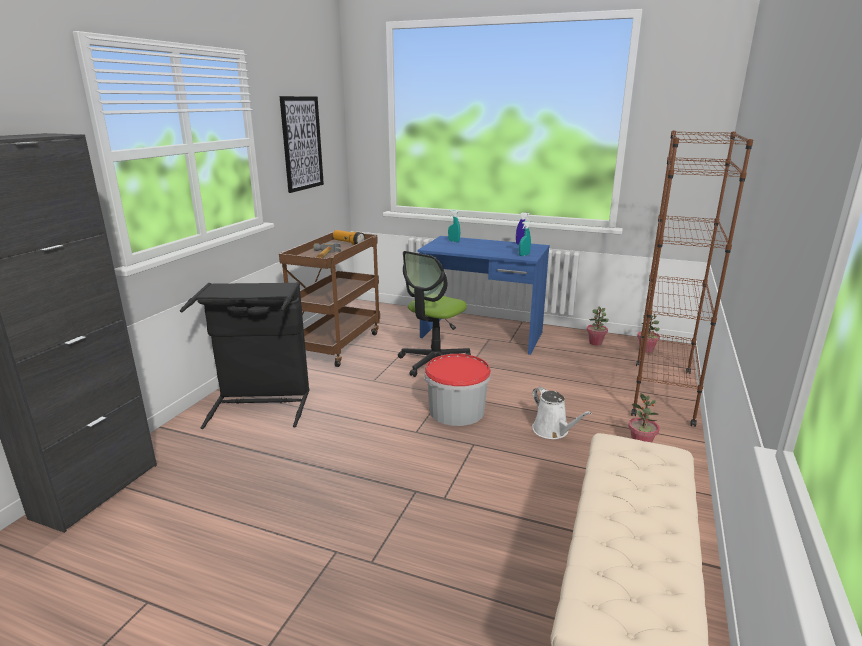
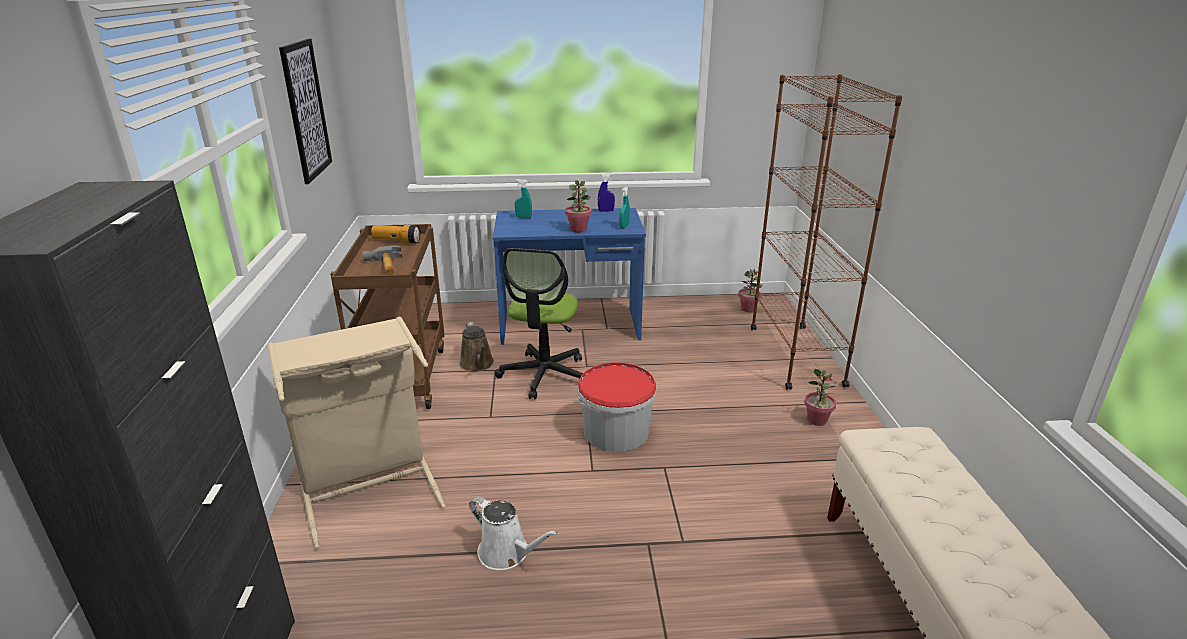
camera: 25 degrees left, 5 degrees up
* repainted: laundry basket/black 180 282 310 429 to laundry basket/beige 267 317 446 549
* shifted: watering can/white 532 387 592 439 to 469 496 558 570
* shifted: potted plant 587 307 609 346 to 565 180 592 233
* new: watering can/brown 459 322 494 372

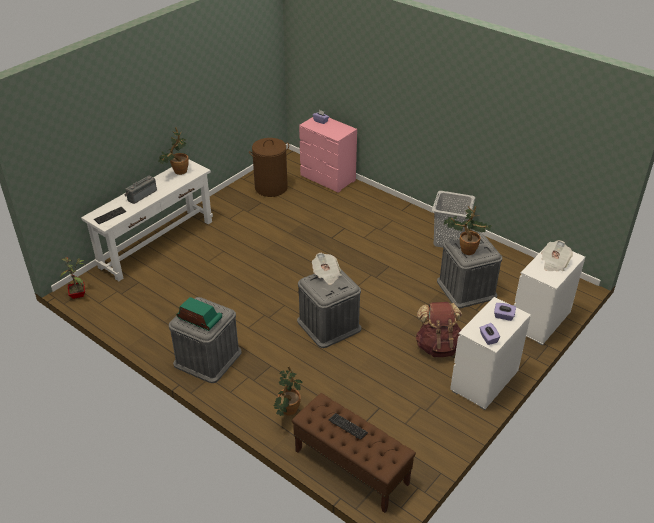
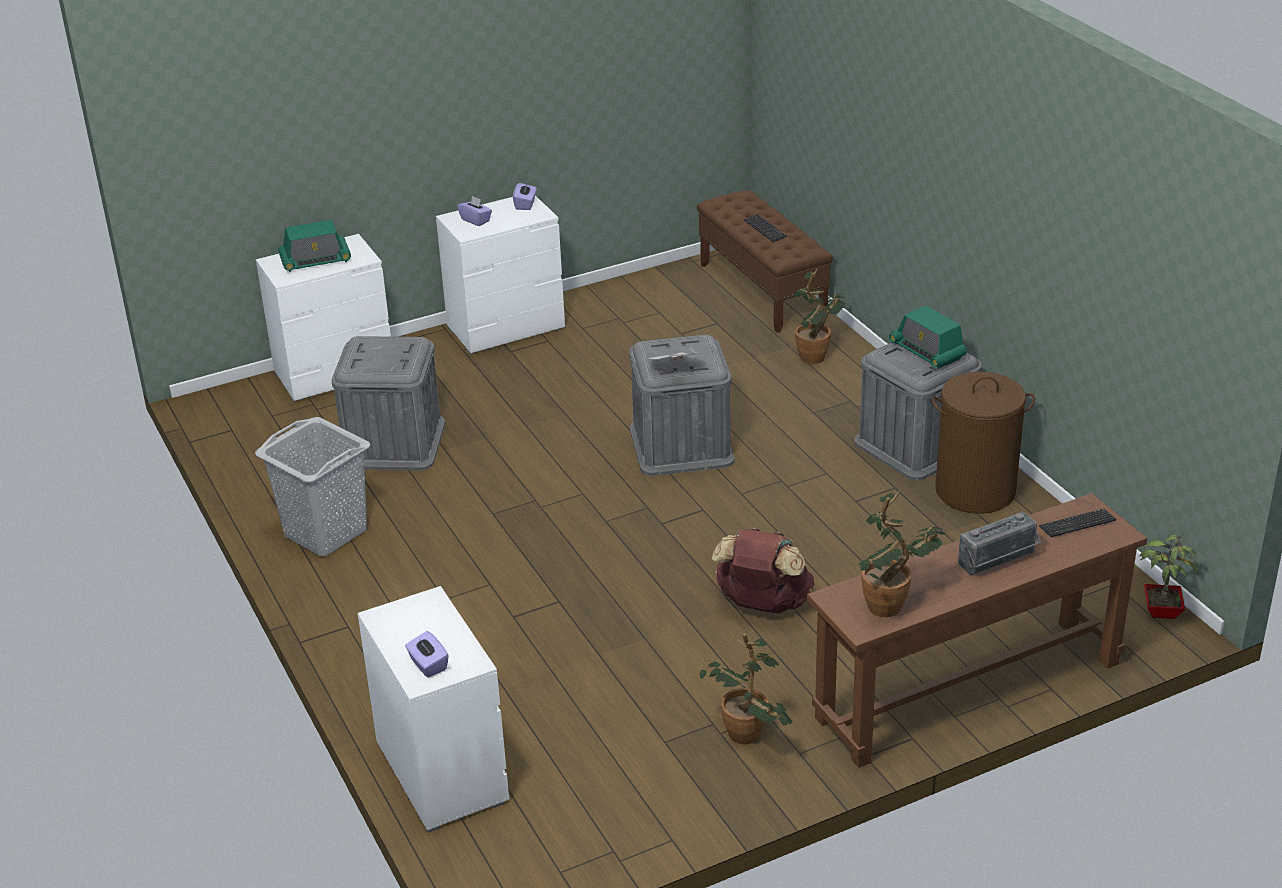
camera: 155 degrees left, 5 degrees down
* repainted: console table/white 81 160 213 281 to console table/brown 807 493 1148 768
* shifted: laundry basket/brown 249 138 289 197 to 932 371 1035 514
* repainted: dresser/pink 299 117 357 193 to dresser/white 358 586 509 833
* shifted: backpack/brown 415 302 462 357 to 712 528 814 613
* shifted: potted plant 443 206 492 255 to 700 633 793 744
* swapped: newspaper 541 240 573 271 to radio 278 220 351 272

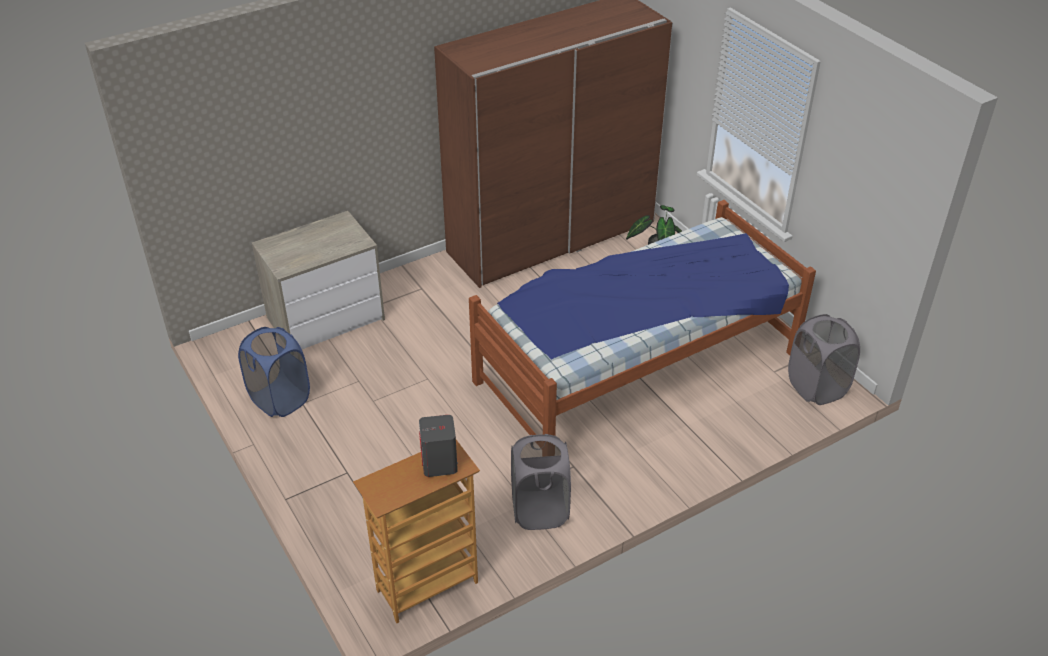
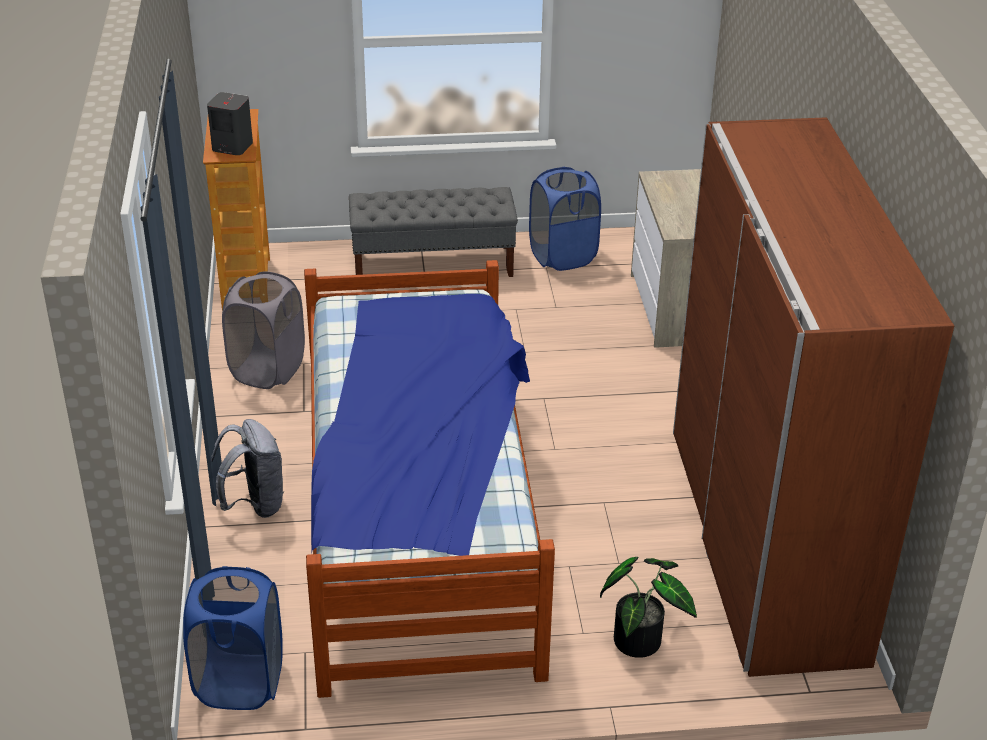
camera: 115 degrees right, 5 degrees down
* repainted: laundry basket/grey 788 314 860 405 to laundry basket/blue 183 566 282 710
* new: backpack/grey 211 419 285 518
* new: bench/grey 349 187 518 277

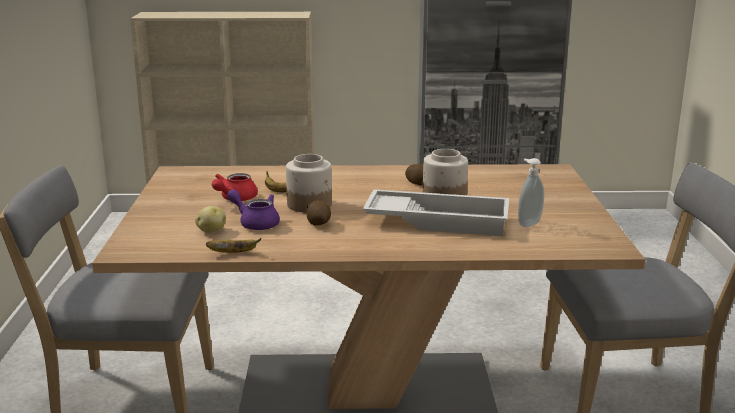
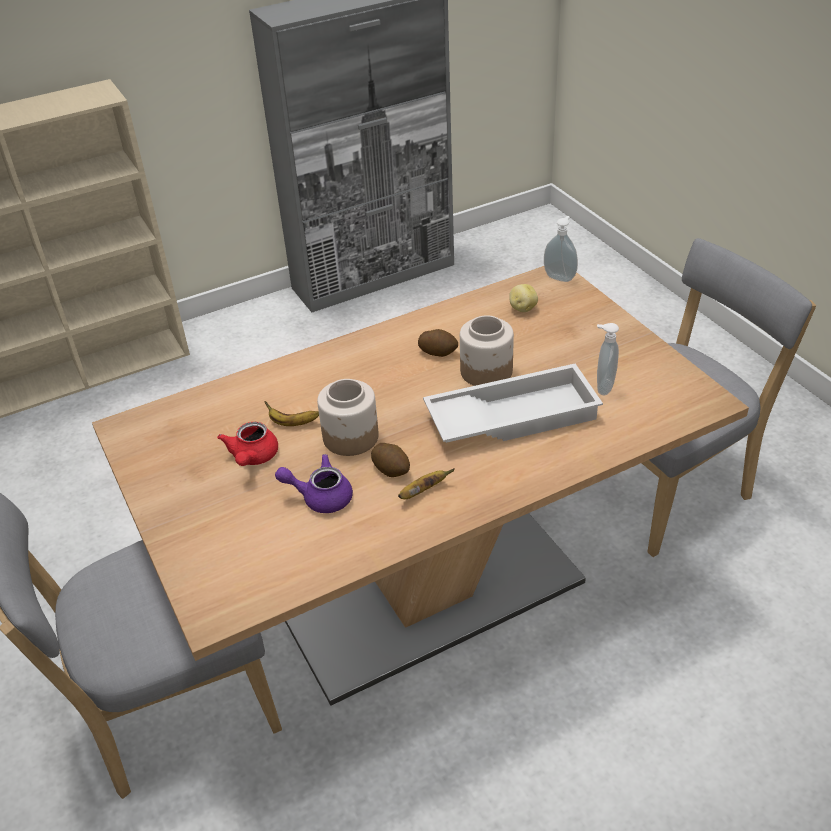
camera: 25 degrees left, 20 degrees up
* shifted: potato 195 206 226 233 to 509 284 538 312
* shifted: banana 206 238 261 253 to 398 468 455 499
* new: soap dispenser 544 216 578 282

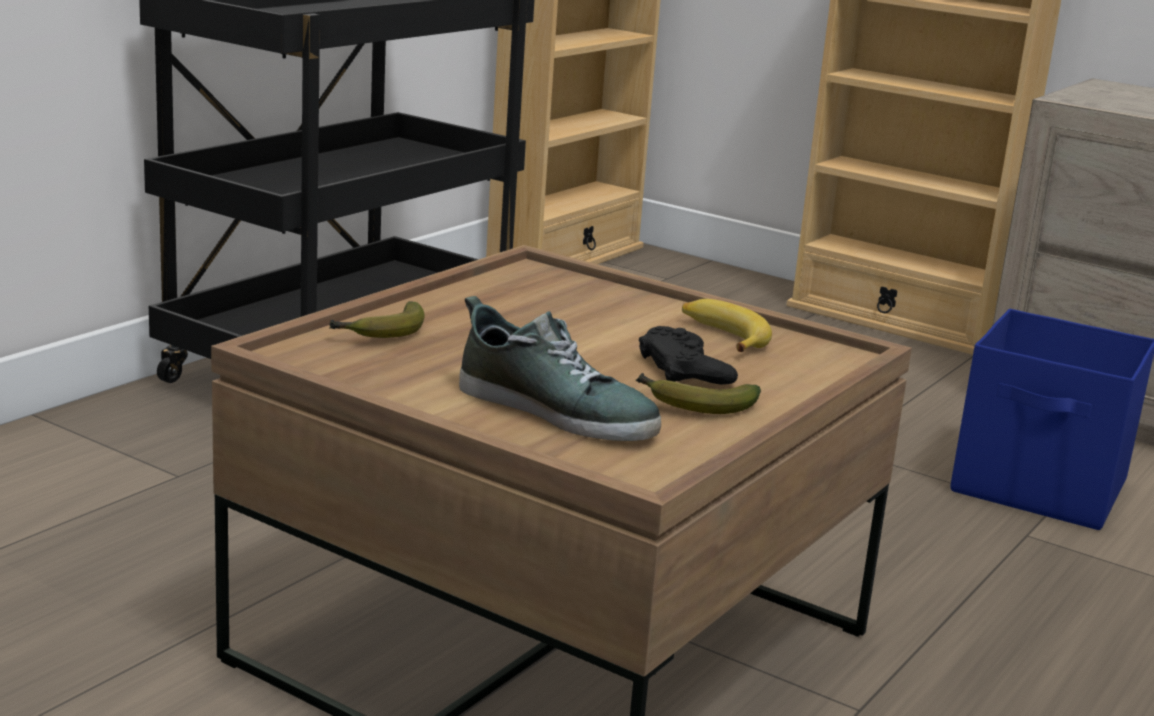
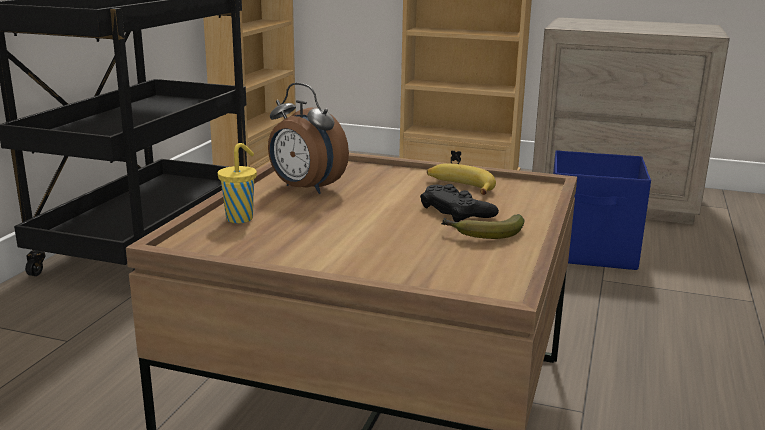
camera: 15 degrees left, 0 degrees up
* swapped: banana 329 301 425 338 to cup/yellow 218 143 257 223
* gone: shoe 459 296 661 441
* new: alarm clock 268 83 349 194

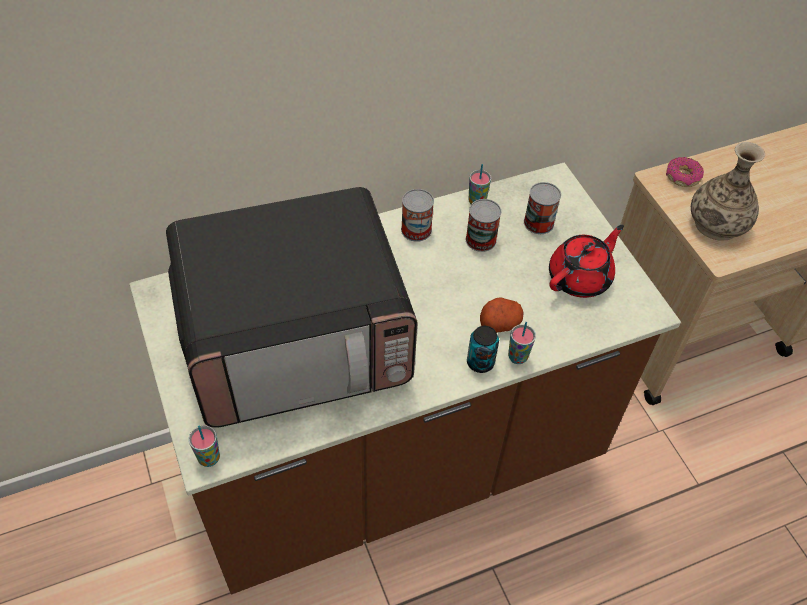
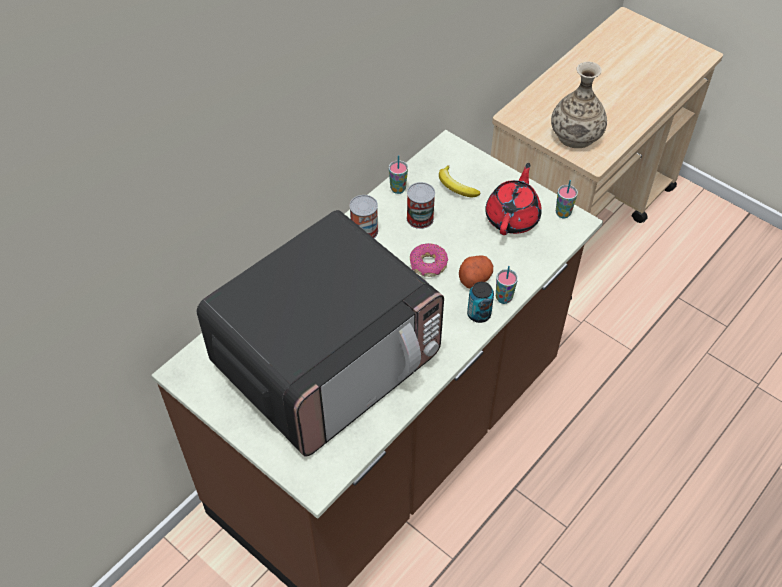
camera: 25 degrees left, 0 degrees up
* shifted: cup 188 426 220 467 to 556 180 578 218
* swapped: can 524 182 561 234 to banana 439 165 481 197
* shifted: donut 666 157 704 187 to 410 243 448 277

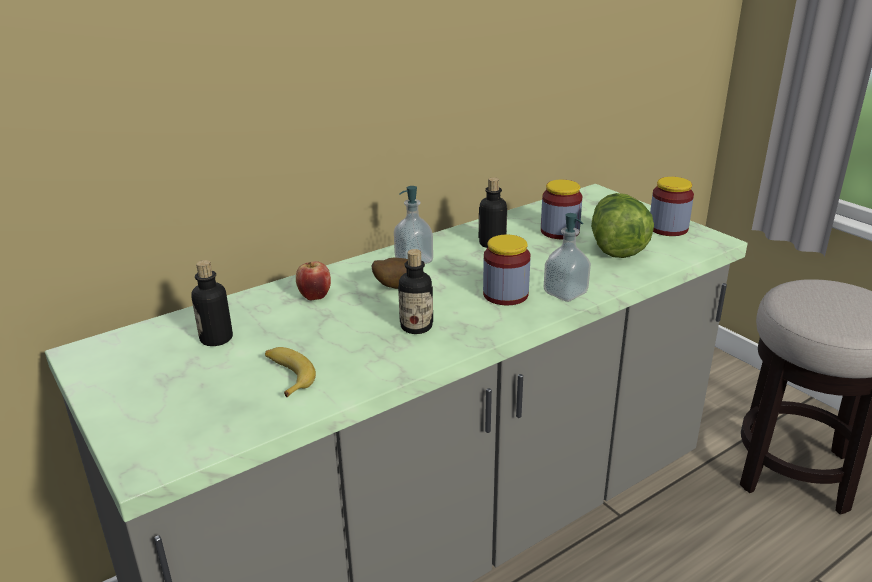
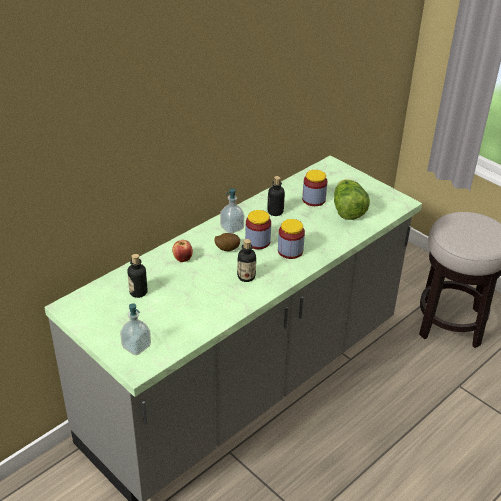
camera: 10 degrees left, 10 degrees up
* gone: banana 265 347 316 398
* shifted: soap dispenser 544 213 591 302 to 120 303 151 355
* shifted: jar 650 177 694 236 to 245 210 271 249

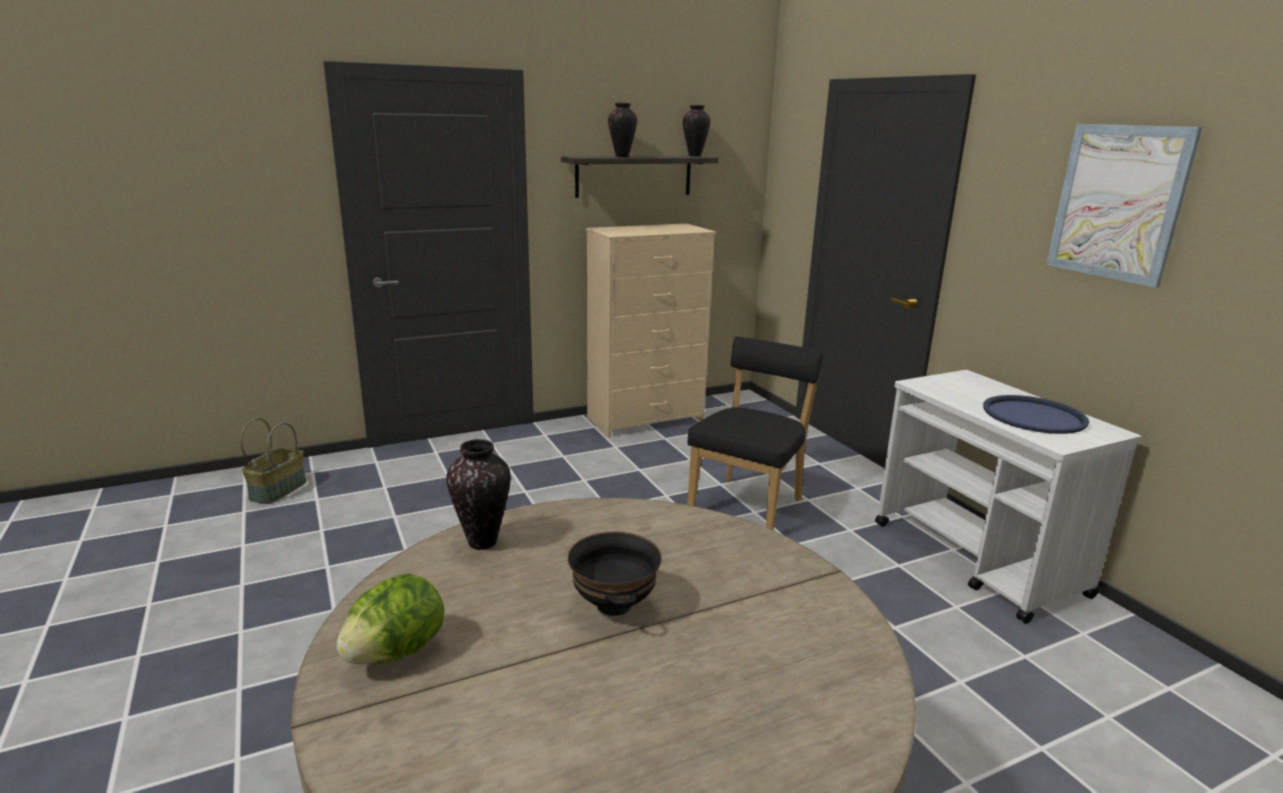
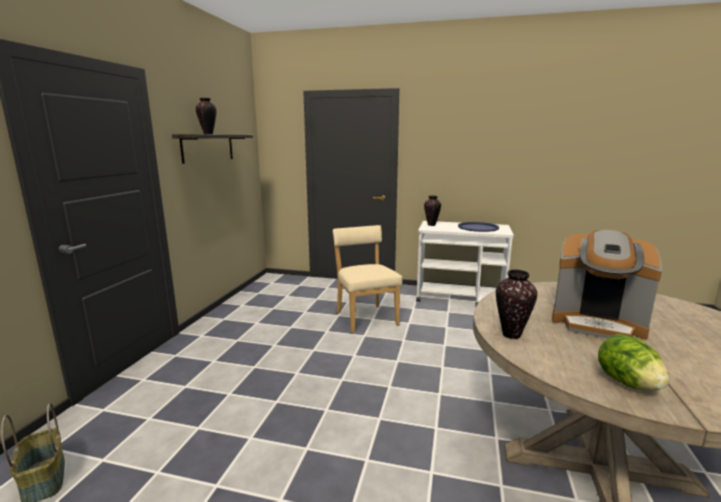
camera: 50 degrees left, 5 degrees down
* swapped: bowl/black 568 532 662 616 to coffee machine 552 230 662 340
* gone: dresser/beige 586 223 716 438
* shifted: vase 683 105 710 157 to 424 196 441 226
* repainted: chair/black 687 337 823 530 to chair/beige 333 225 402 333
* gone: picture 1046 124 1202 288

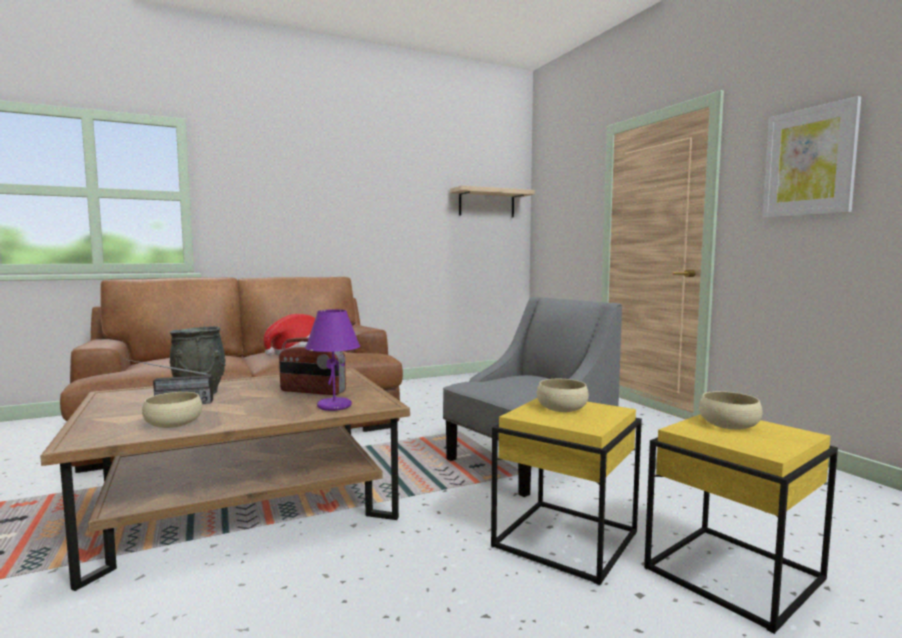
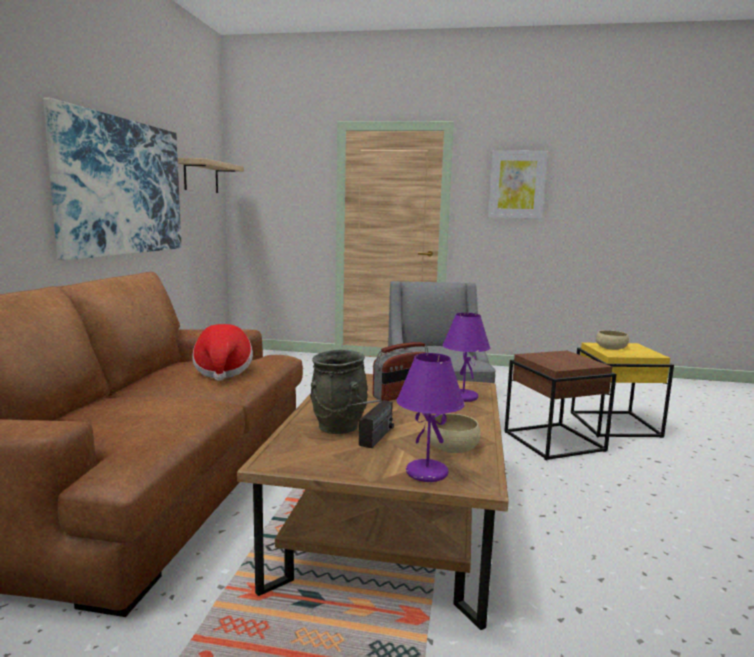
camera: 55 degrees left, 5 degrees up
* repainted: side table/yellow 491 398 642 585 to side table/brown 504 351 617 461
* gone: bowl/beige 537 379 589 412
* new: picture 43 98 182 260
* new: table lamp/purple 396 353 465 482

